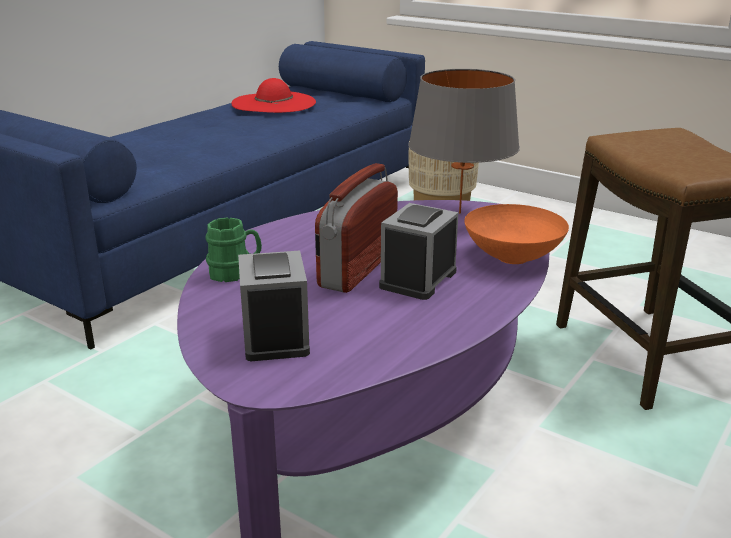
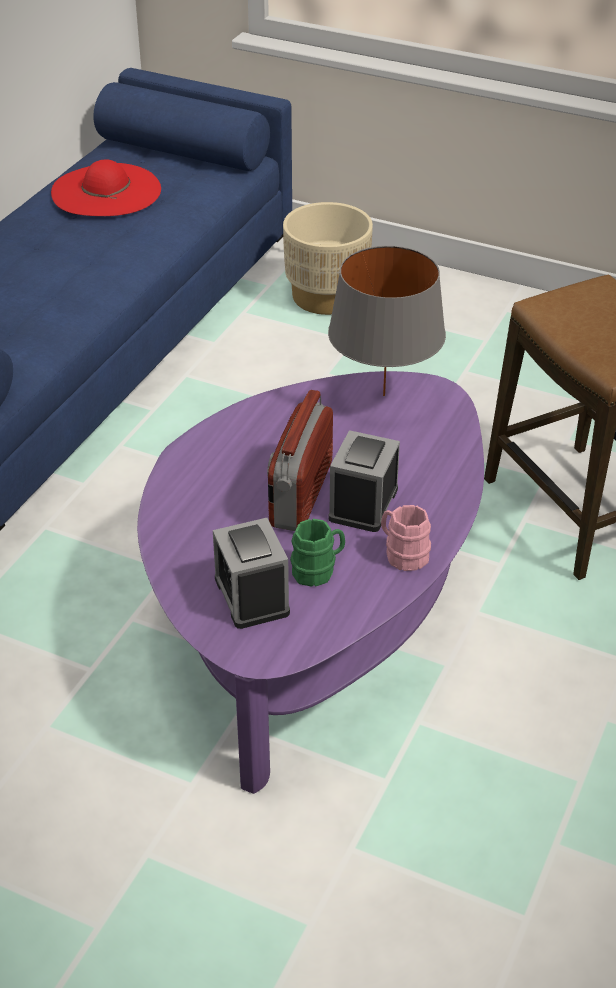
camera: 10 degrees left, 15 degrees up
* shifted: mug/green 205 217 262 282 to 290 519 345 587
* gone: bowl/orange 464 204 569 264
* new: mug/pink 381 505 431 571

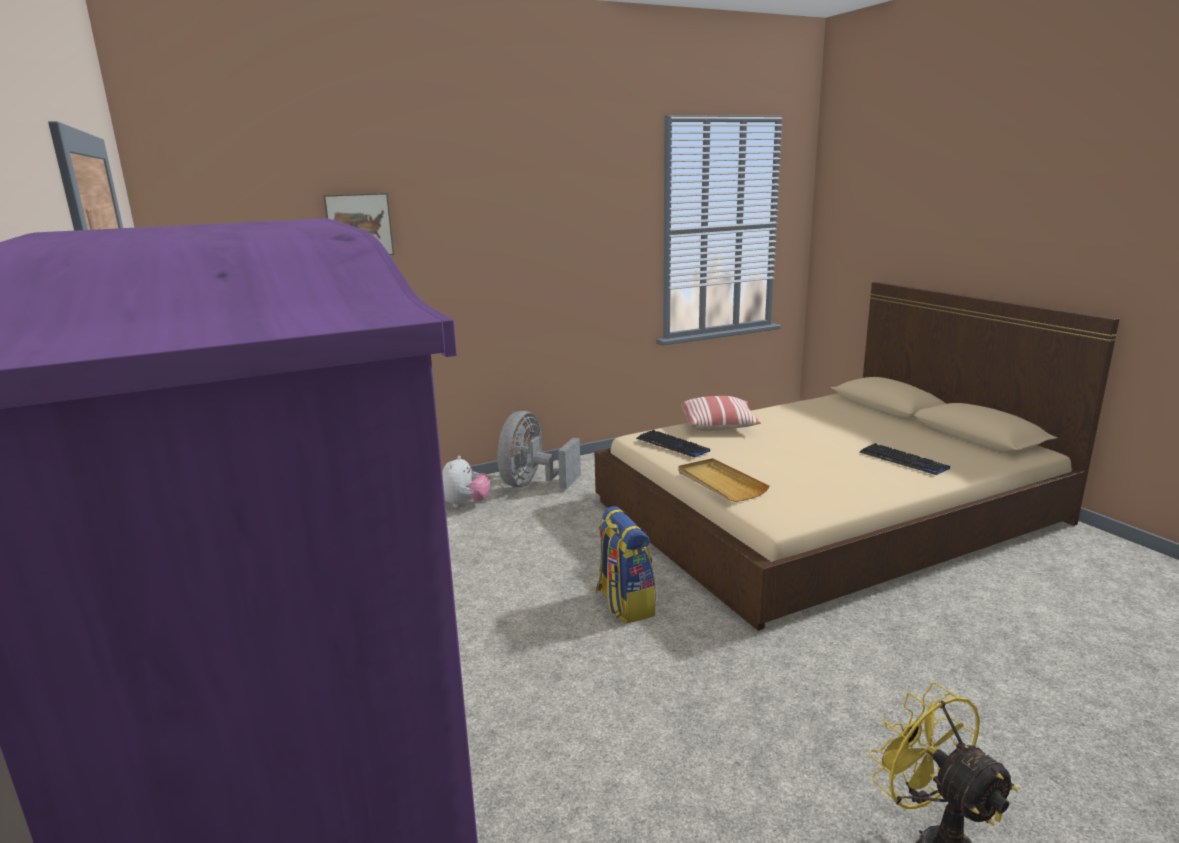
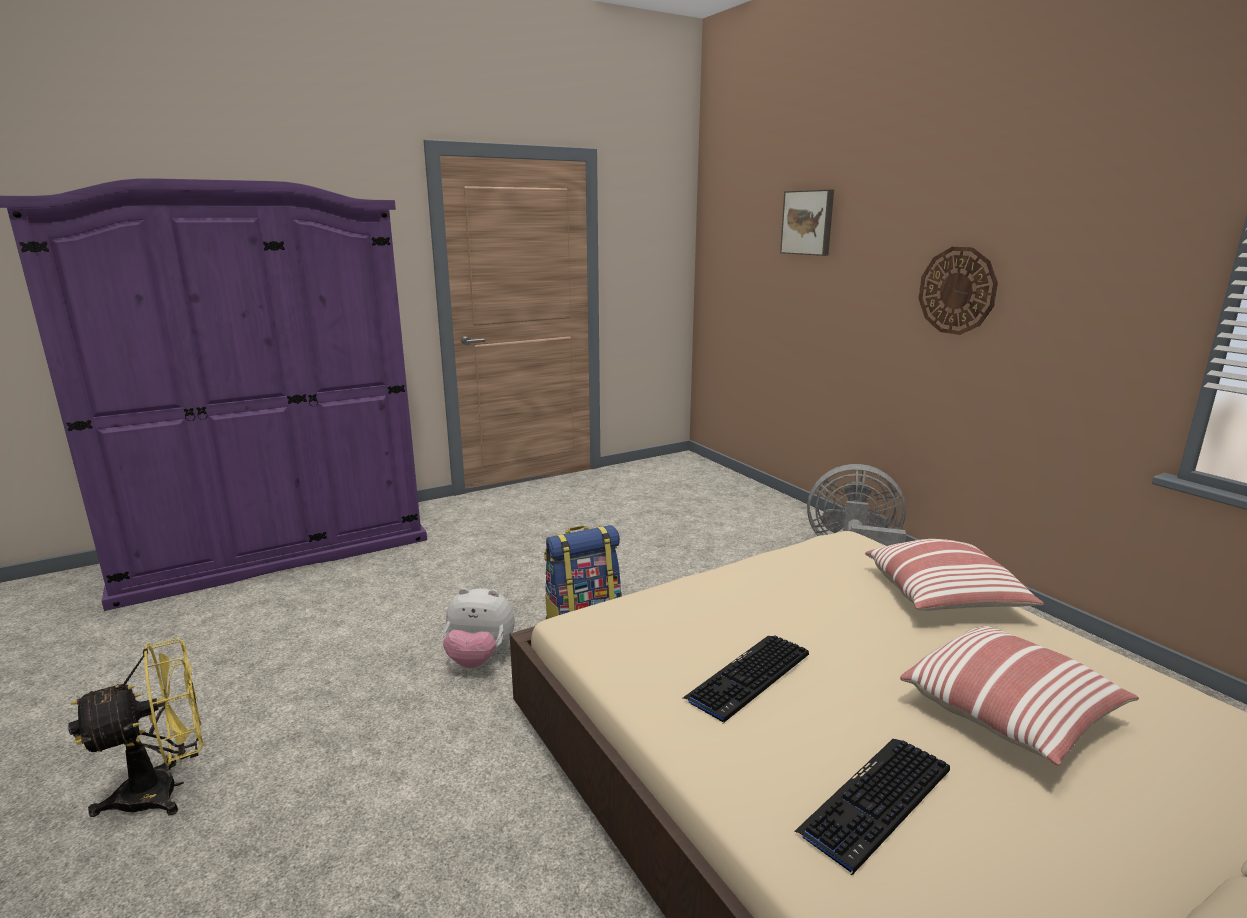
camera: 85 degrees right, 0 degrees up
* shifted: plush toy 442 455 490 508 to 443 588 515 668
* shifted: keyboard 636 430 710 457 to 683 635 809 724
* gone: tray/beige 678 458 769 502
* new: pillow 900 626 1139 766
* new: wall clock 919 247 998 335

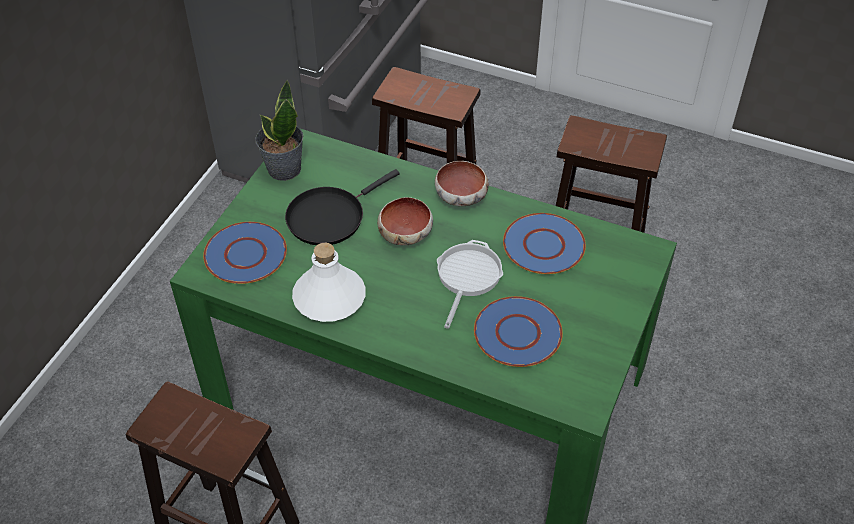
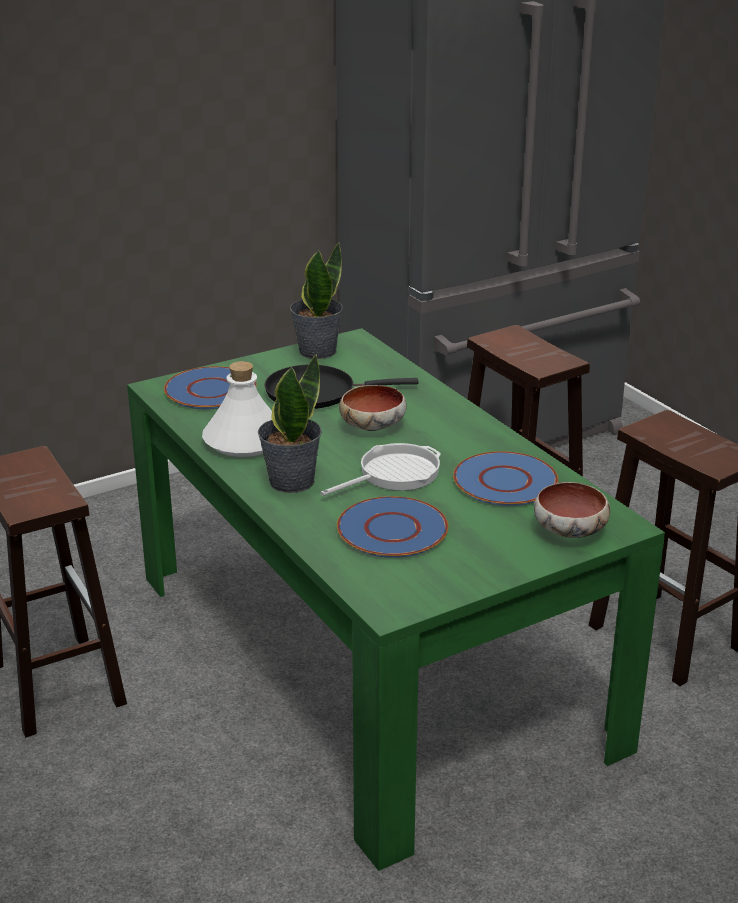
camera: 35 degrees right, 20 degrees down
* shifted: bowl 435 161 489 206 to 534 482 610 538
* new: potted plant 258 354 322 493

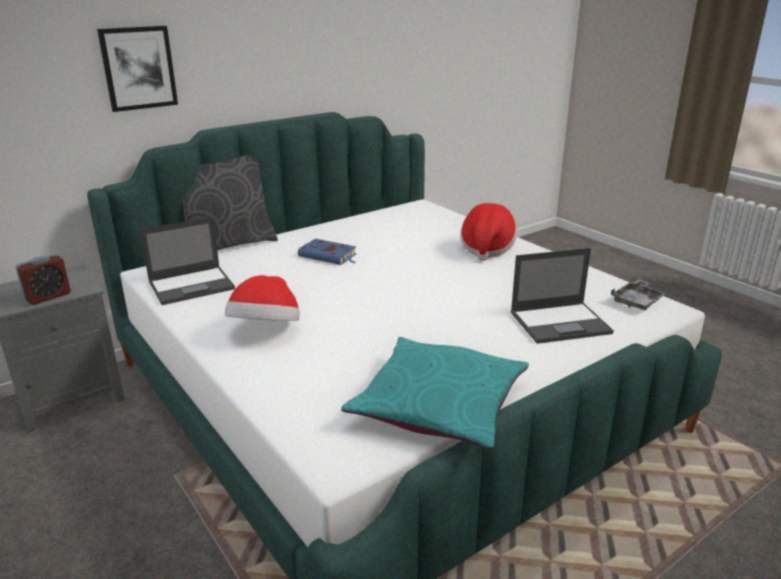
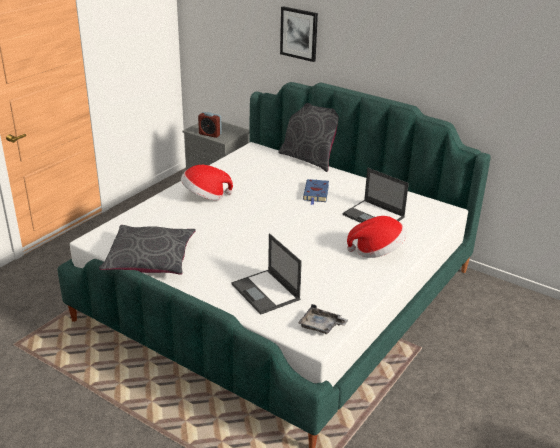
camera: 70 degrees right, 5 degrees up
* shifted: laptop 140 217 235 305 to 343 168 409 223
* repainted: pillow/turquoise 341 337 529 449 to pillow/grey 99 225 196 275

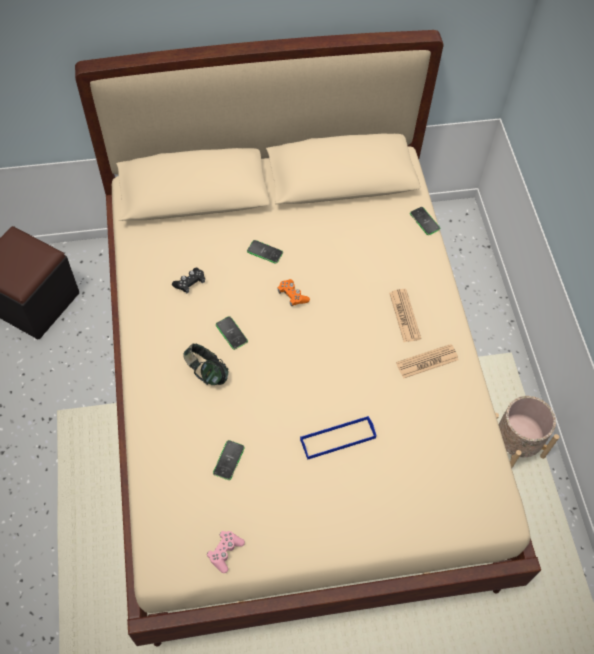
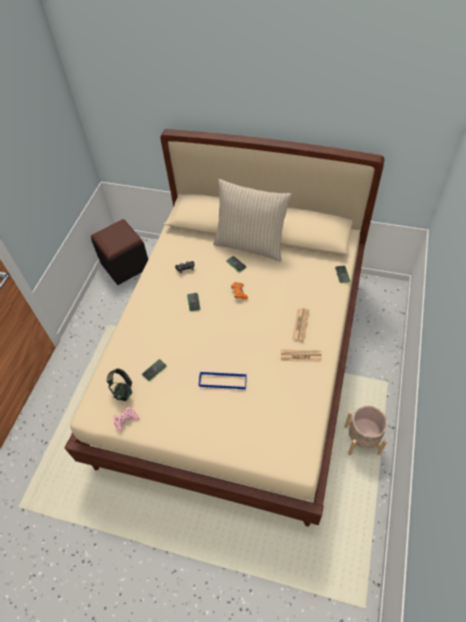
camera: 30 degrees right, 5 degrees down
* shifted: headphones 183 343 229 385 to 107 368 132 401
* new: pillow/beige 213 179 292 262

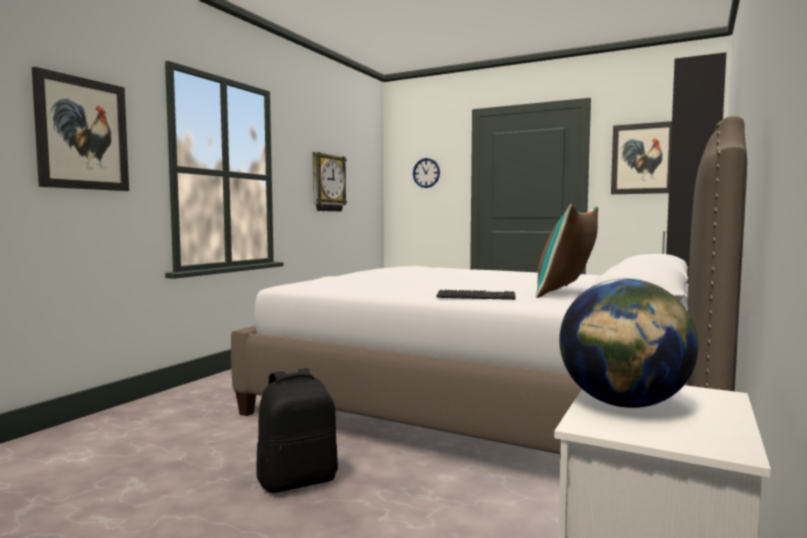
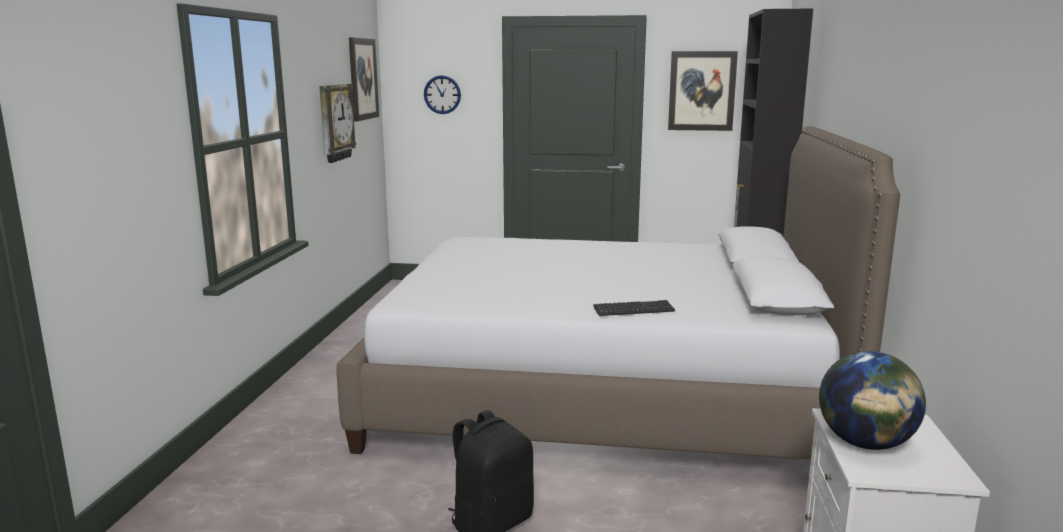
camera: 20 degrees left, 10 degrees up
* shifted: picture 32 67 129 191 to 349 37 379 121
* gone: pillow 536 204 598 298

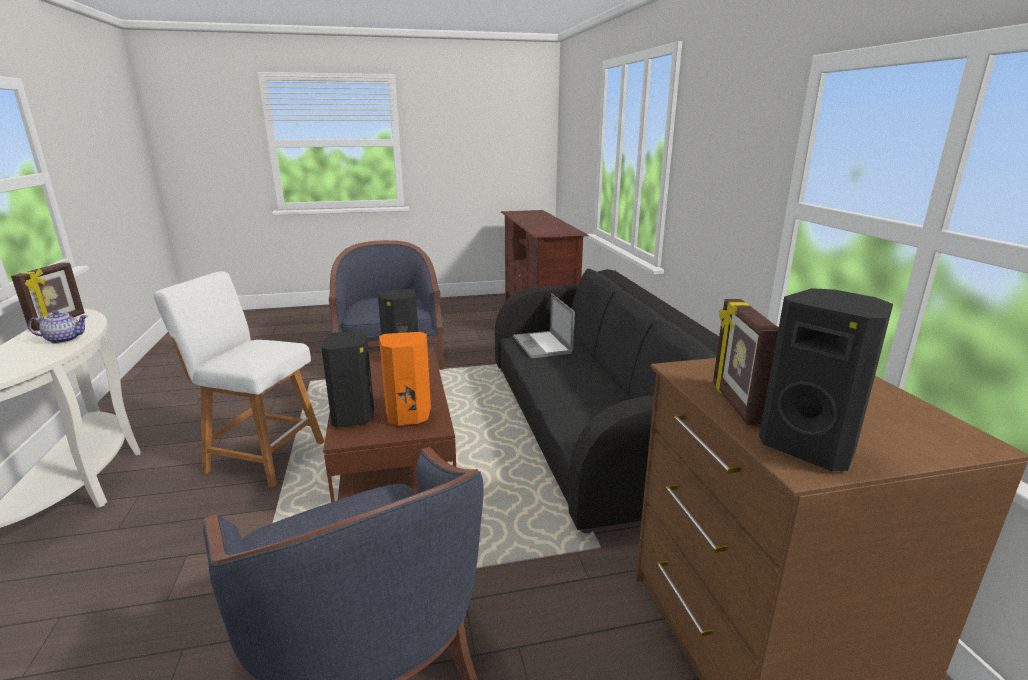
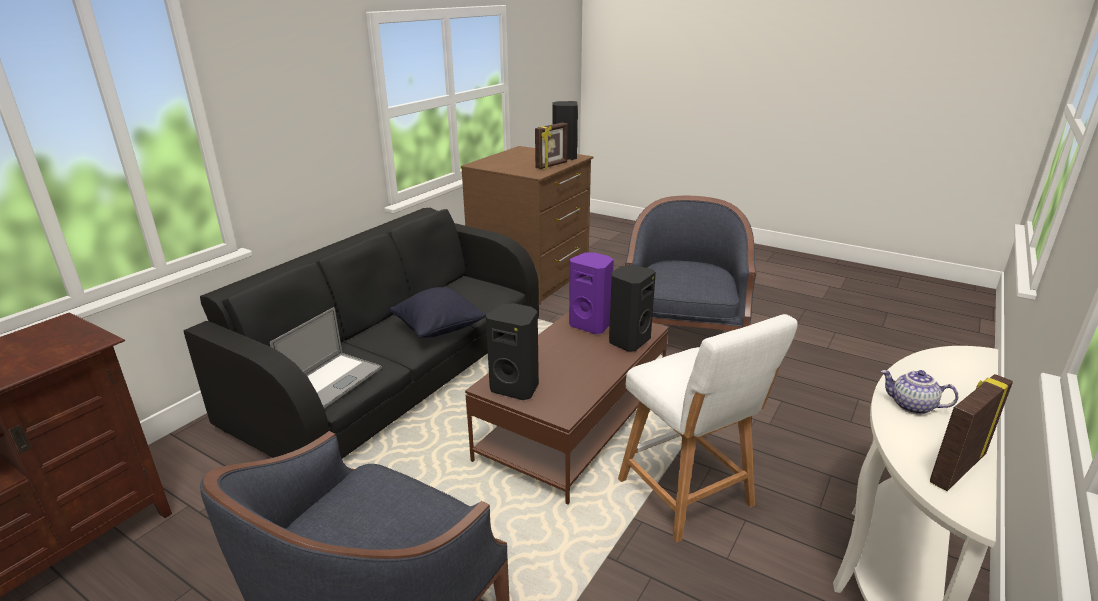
camera: 135 degrees left, 5 degrees up
* repainted: speaker/orange 379 332 431 425 to speaker/purple 569 252 614 334
* new: pillow/black 390 287 486 338

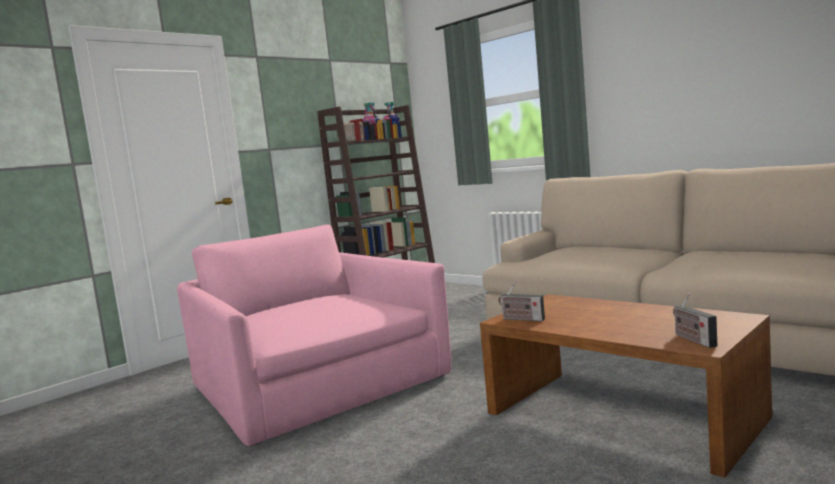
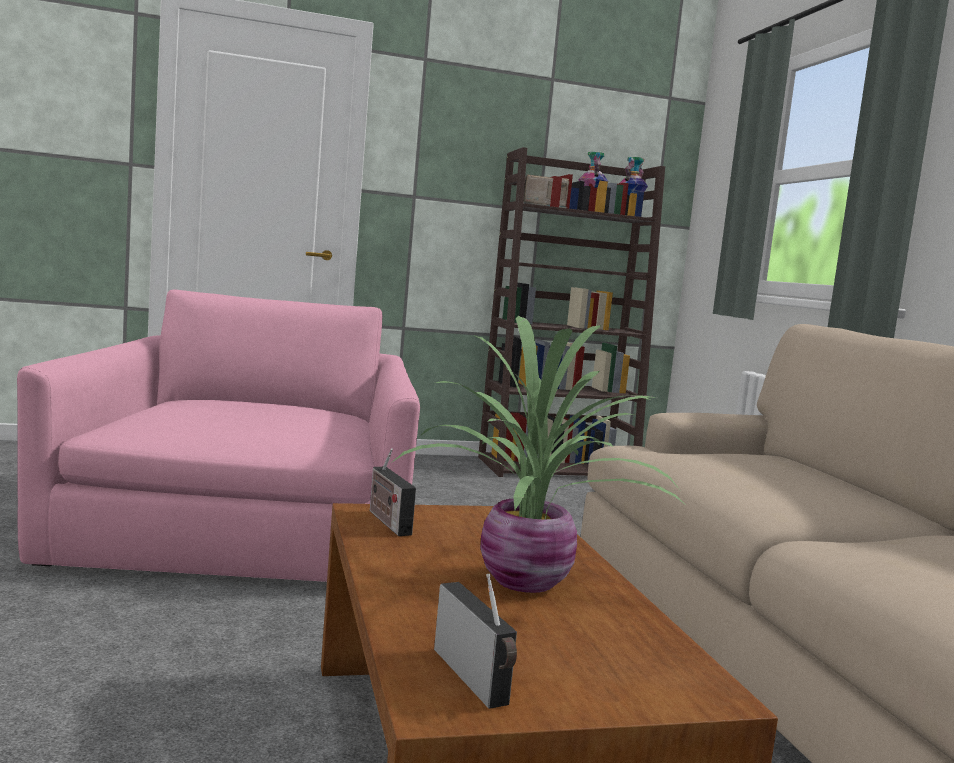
camera: 30 degrees right, 0 degrees up
* rotated: radio 673 293 717 348 = 434 574 517 709 135 degrees clockwise
* new: potted plant 391 316 687 593

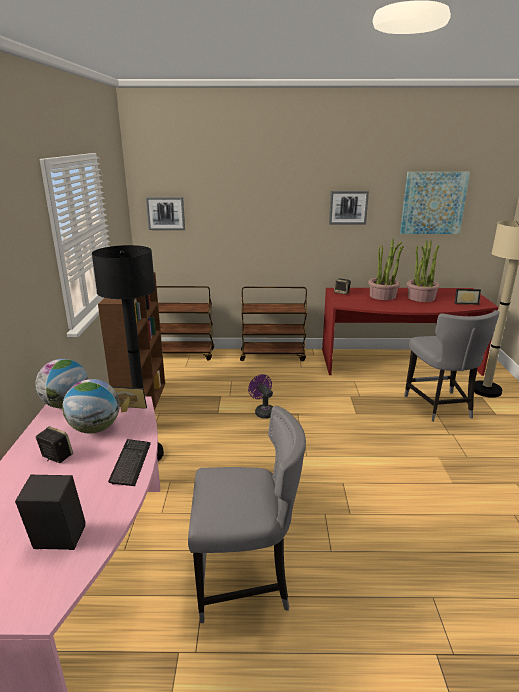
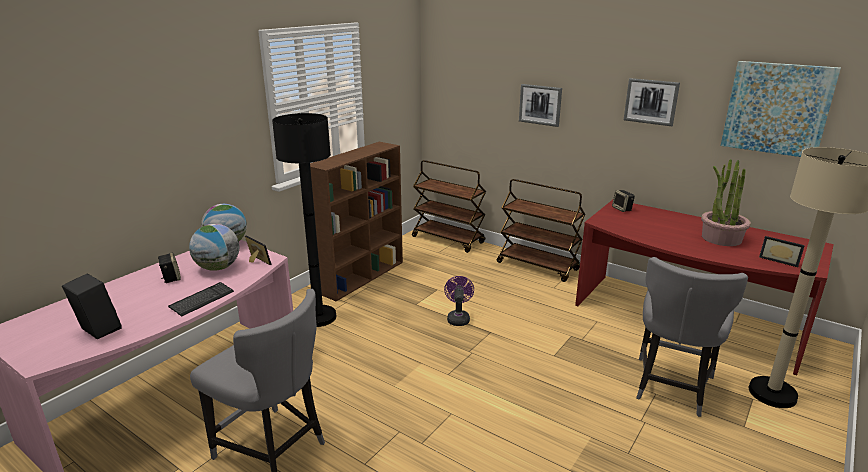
camera: 35 degrees right, 0 degrees up
* shifted: picture 146 197 185 230 to 519 84 562 127
* gone: potted plant 368 238 404 300

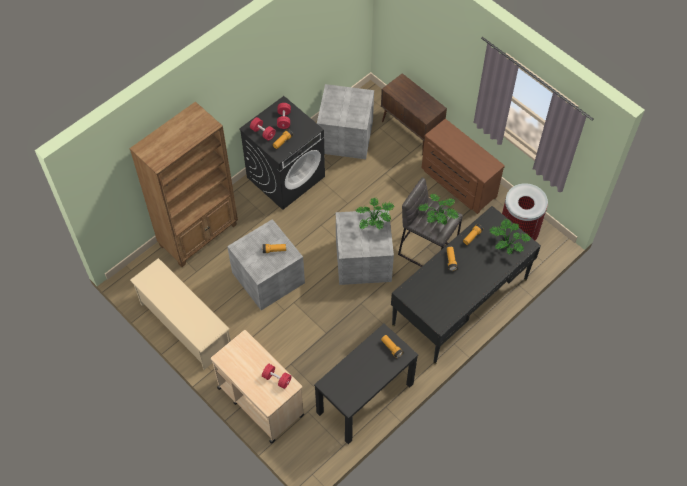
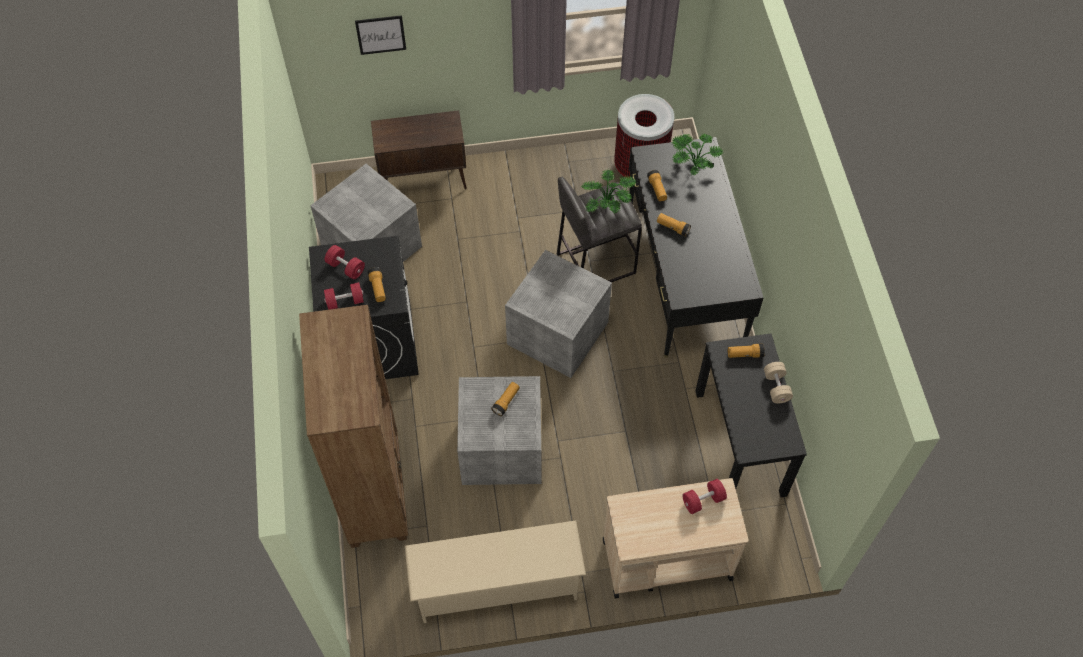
camera: 55 degrees left, 0 degrees up
* gone: potted plant 356 197 394 230
* gone: dresser/brown 421 119 505 214
* new: picture 355 15 406 55
* new: dumbbell/beige 764 362 793 403

